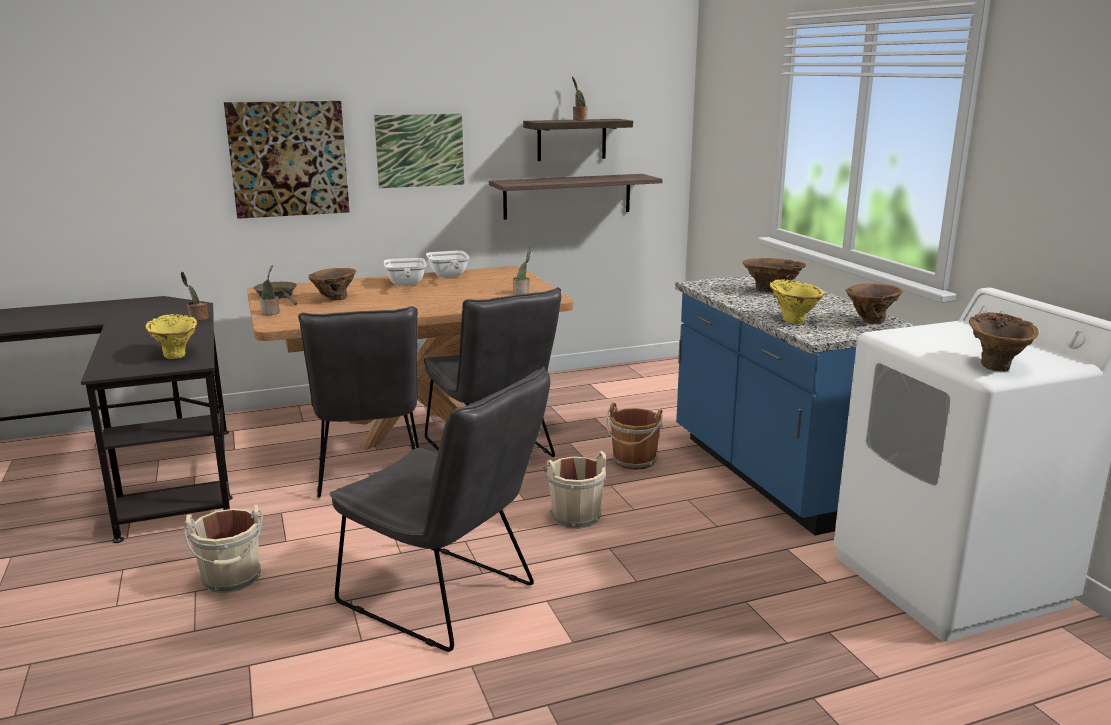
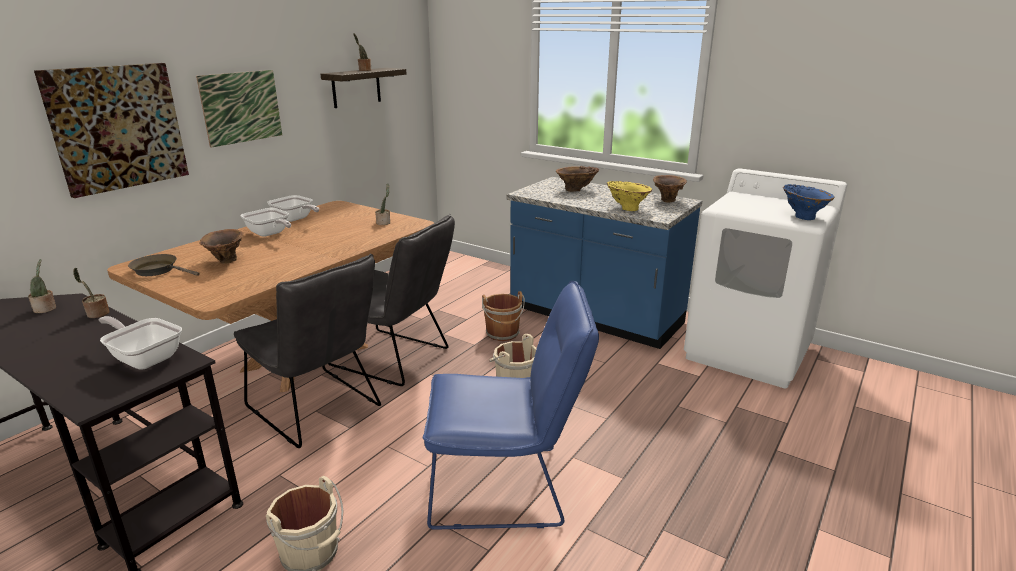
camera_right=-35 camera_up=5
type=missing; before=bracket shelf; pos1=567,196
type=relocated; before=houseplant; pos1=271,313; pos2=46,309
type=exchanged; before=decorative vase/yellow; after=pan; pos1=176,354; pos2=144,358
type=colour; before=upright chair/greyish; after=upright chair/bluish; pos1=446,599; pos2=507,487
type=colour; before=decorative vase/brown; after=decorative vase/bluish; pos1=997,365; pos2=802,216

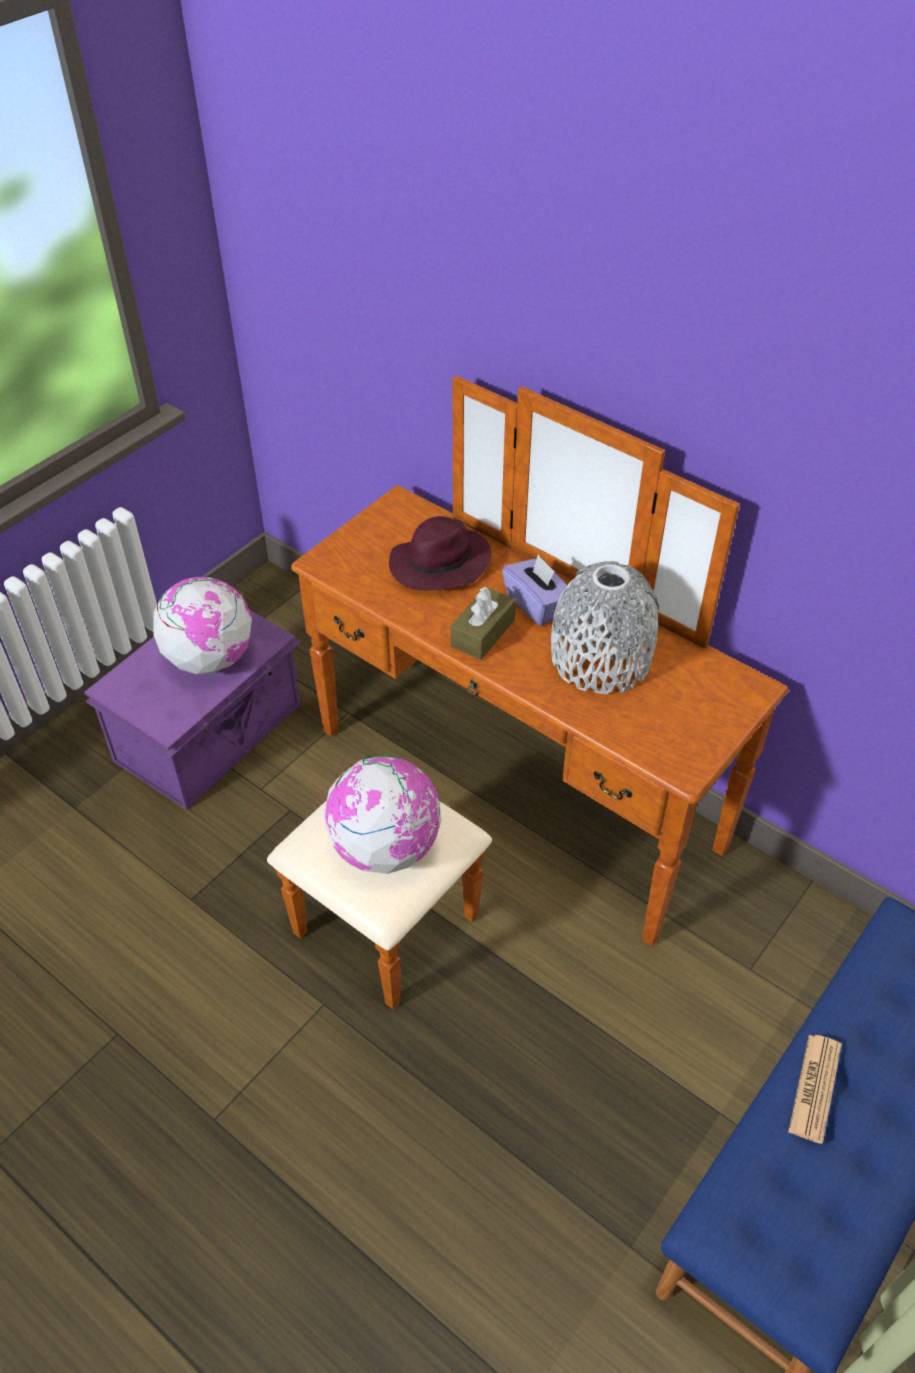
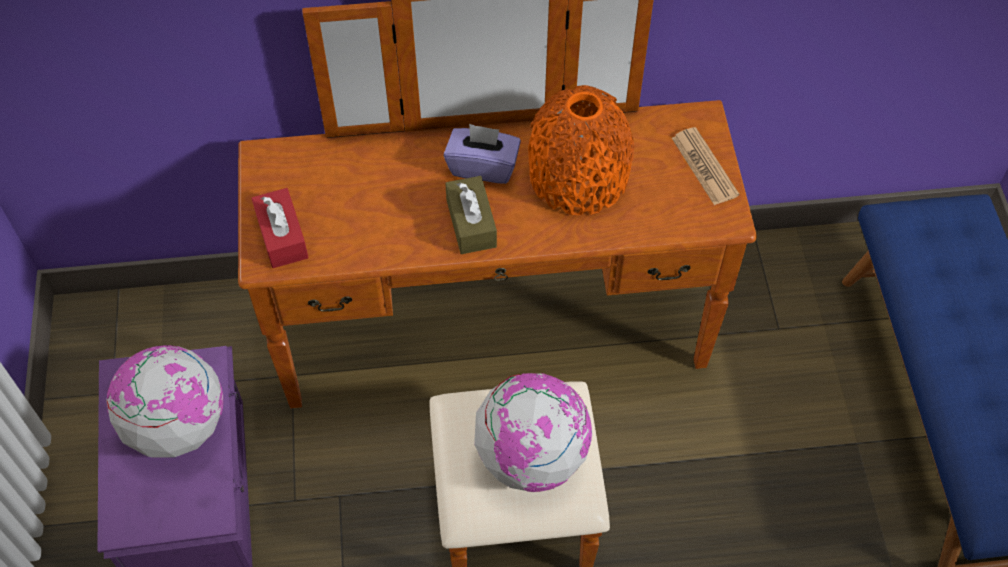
camera_right=-45 camera_up=10
type=missing; before=clothing hat/purplish; pos1=439,565
type=appeared; after=tissue box/reddish; pos2=282,236
type=relocated; before=newspaper; pos1=815,1088; pos2=704,167
type=colour; before=decorative vase/greyish; after=decorative vase/orangey; pos1=600,658; pos2=578,176

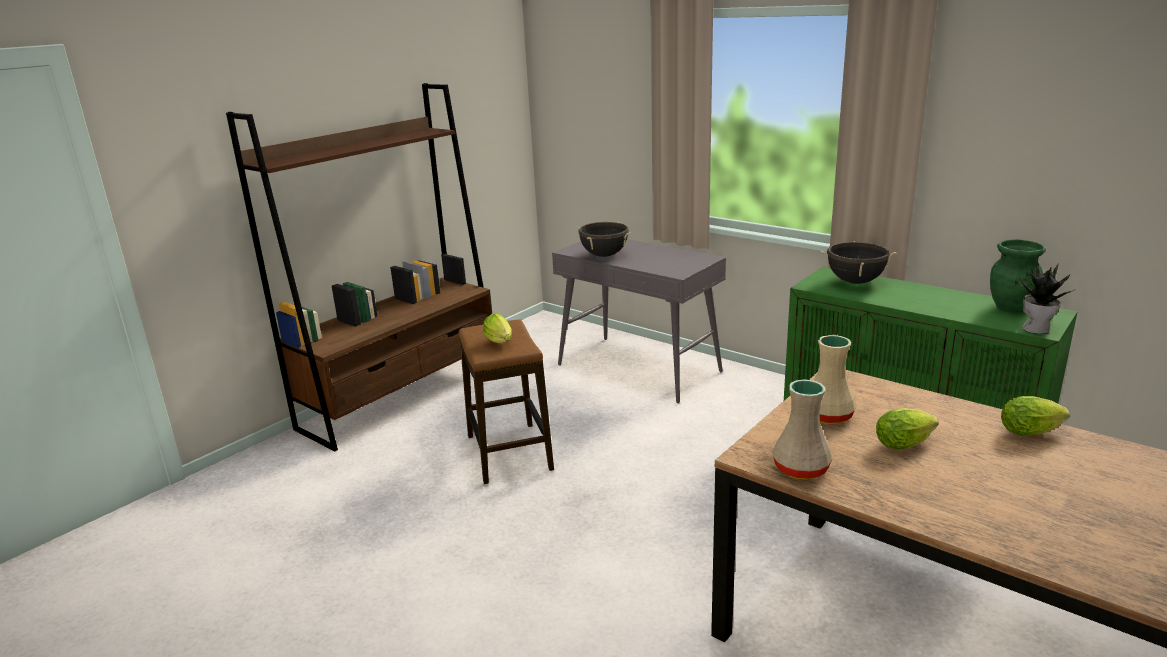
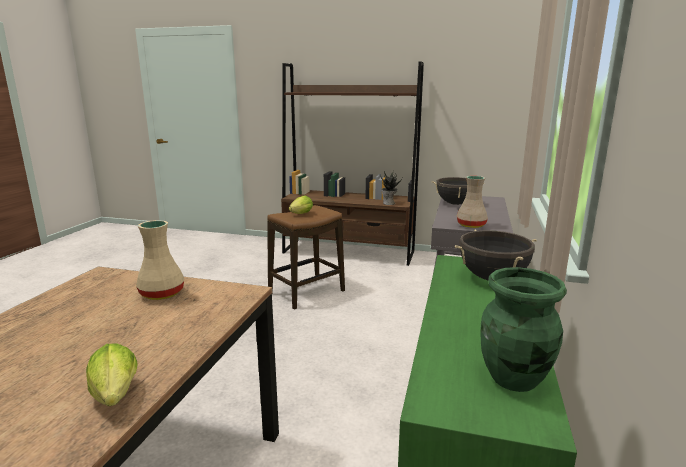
camera_right=65 camera_up=-5
type=missing; before=head of lettuce; pos1=906,444
type=relocated; before=decorative vase/sand-coloured; pos1=799,469; pos2=470,225
type=relocated; before=houseplant; pos1=1037,329; pos2=389,203

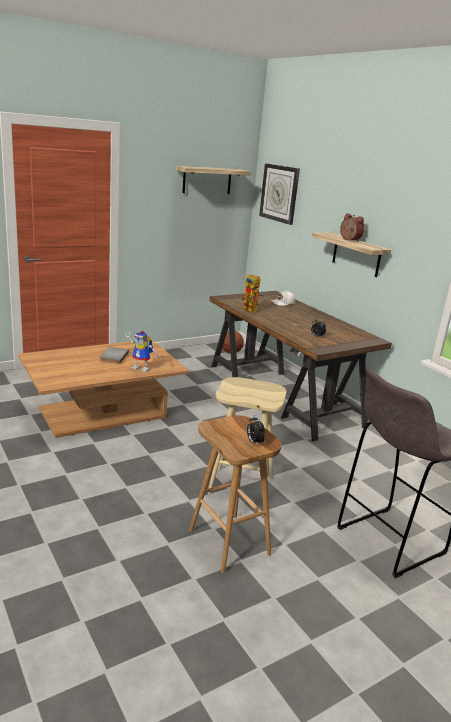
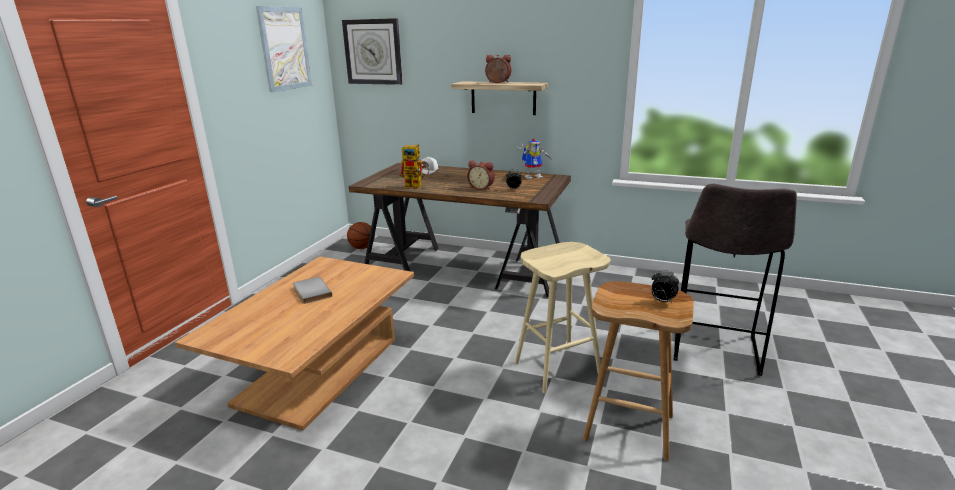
camera_right=-35 camera_up=0
type=appeared; after=bedside clock; pos2=482,188
type=relocated; before=toy robot; pos1=143,368; pos2=534,176
type=exchanged; before=bracket shelf; after=wall art; pos1=207,180; pos2=285,48

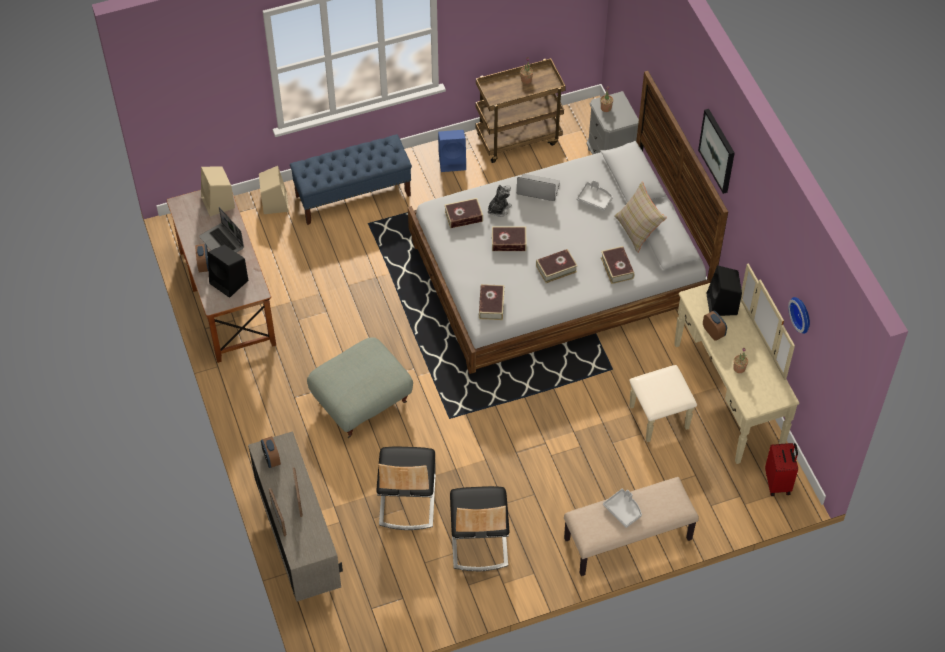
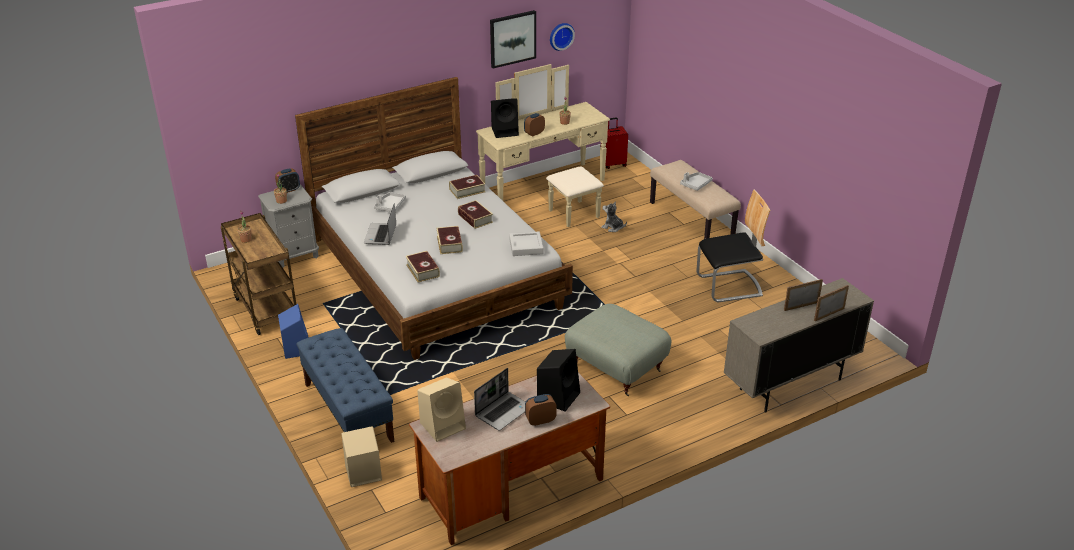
camera_right=-100 camera_up=-20
type=missing; before=upright chair; pos1=407,500
type=missing; before=cushion/sand-coloured; pos1=638,230
type=relocated; before=bedside clock; pos1=271,459; pos2=289,190
type=relocated; before=cuddly toy; pos1=498,209; pos2=612,227
type=relocated; before=wall art; pos1=718,150; pos2=512,38
type=exchanged; before=bound book; after=tray/greyish; pos1=491,305; pos2=526,246

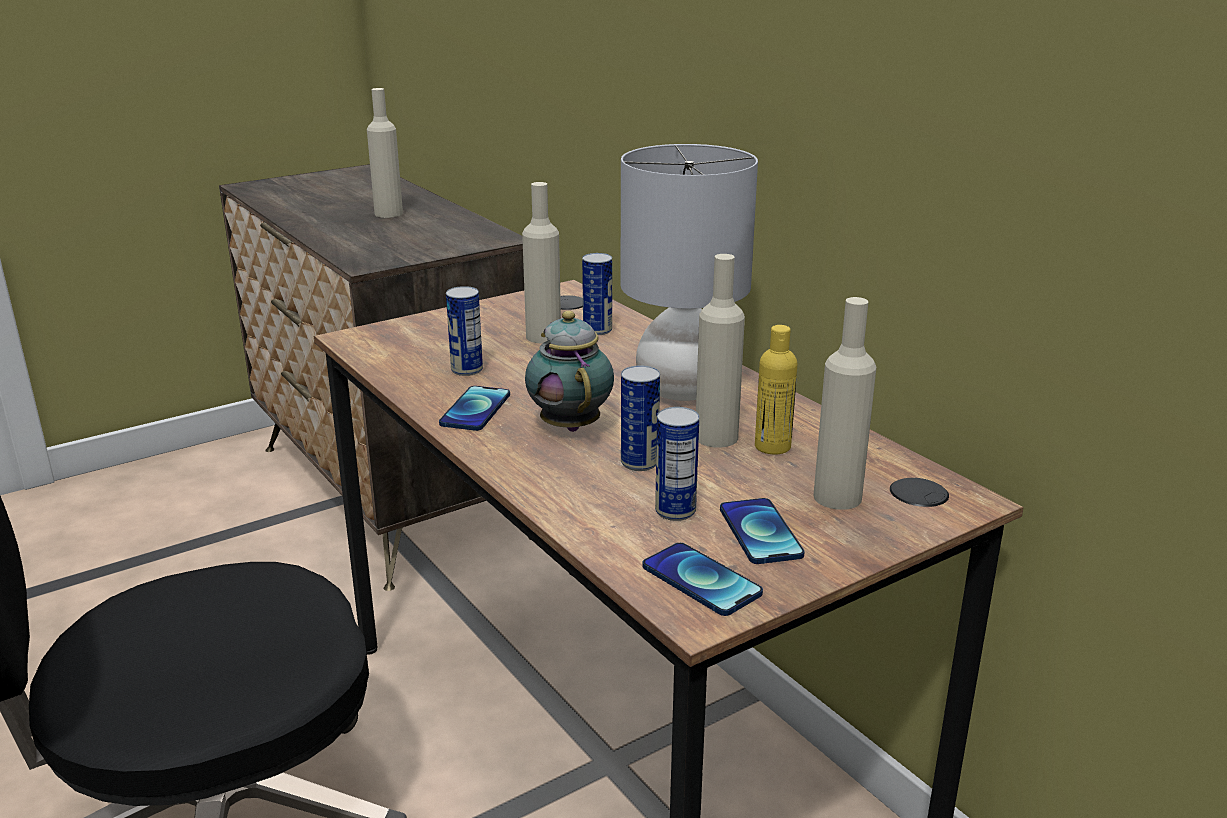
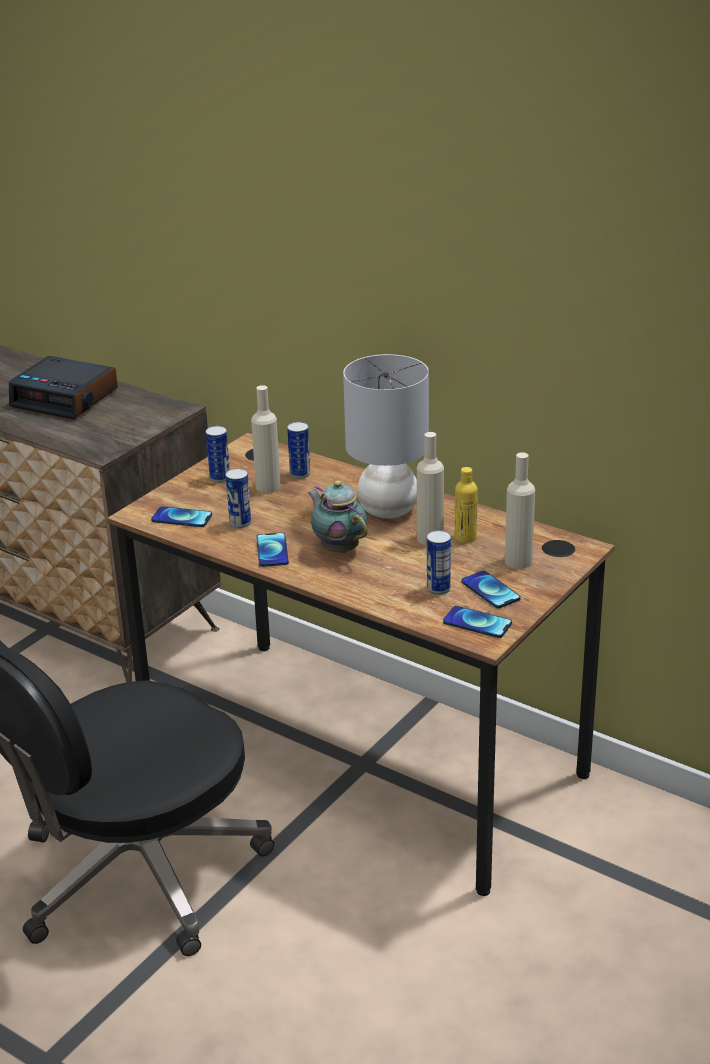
camera_right=-20 camera_up=5
type=appeared; after=handset; pos2=182,518
type=relocated; before=can; pos1=639,463; pos2=220,478
type=exchanged; before=beverage bottle/sand-coloured; after=bedside clock; pos1=388,213; pos2=66,398

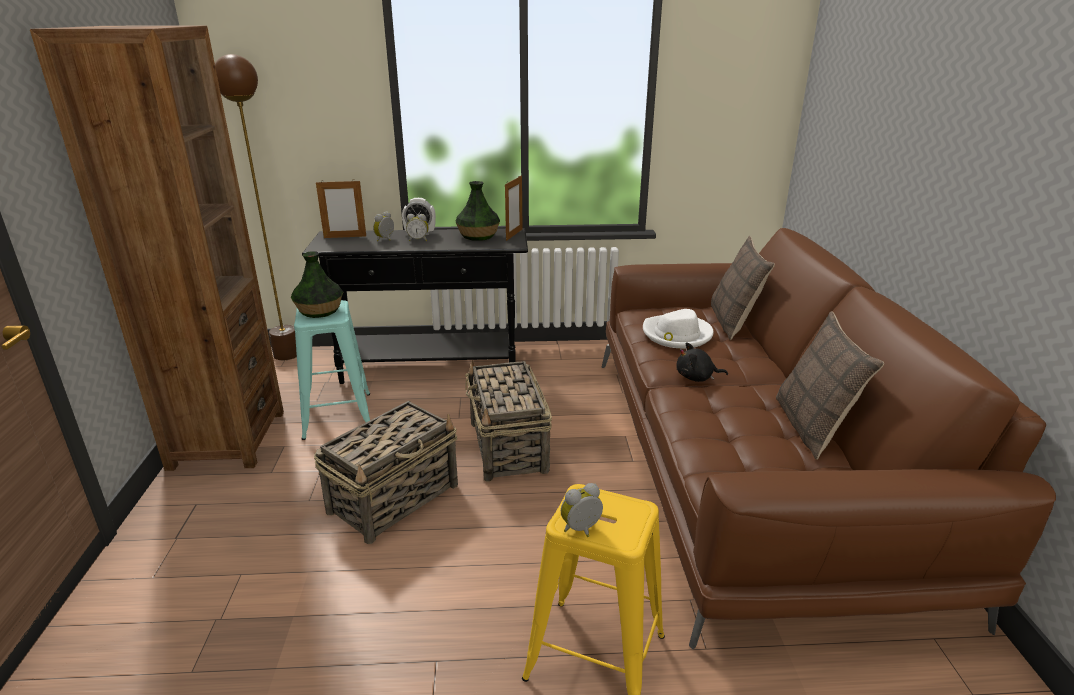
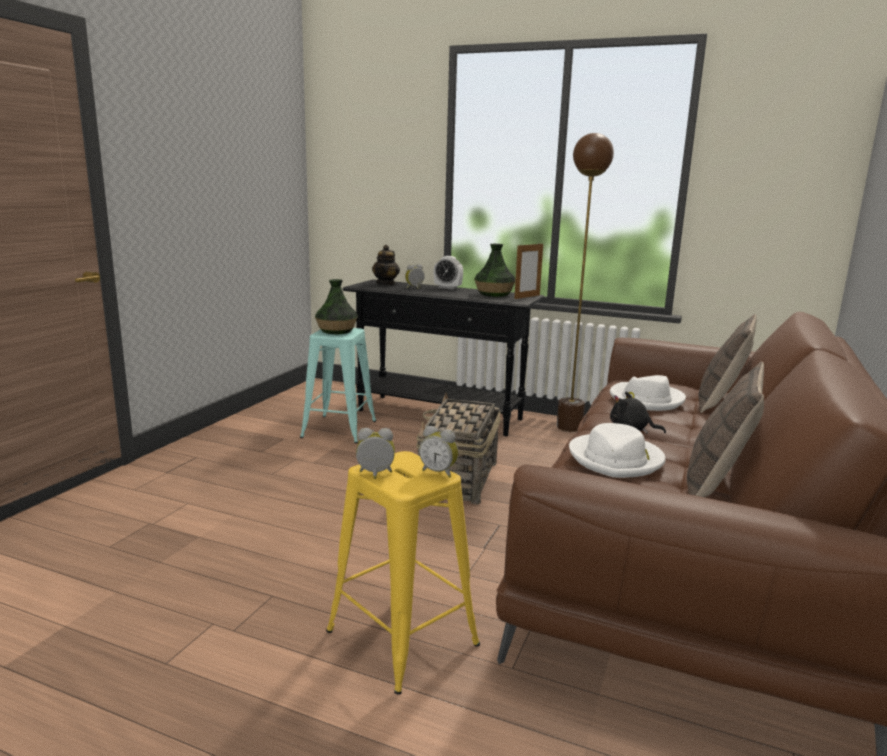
camera_right=25 camera_up=-10
type=missing; before=bookcase/brown; pos1=227,439
type=missing; before=basket; pos1=395,498
type=appeared; after=clothing hat/white; pos2=616,459
type=relocated; before=floor lamp/brown; pos1=287,354; pos2=569,427
type=relocated; before=bedside clock; pos1=418,240; pos2=439,472
type=exchanged; before=standing frame; after=teapot; pos1=345,237; pos2=386,283

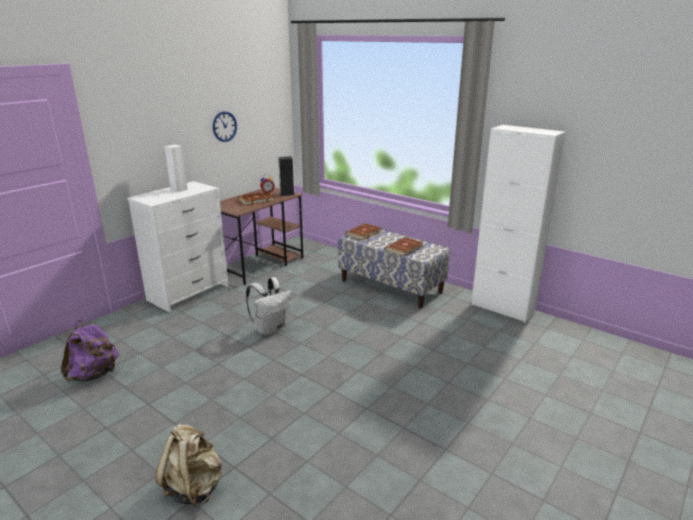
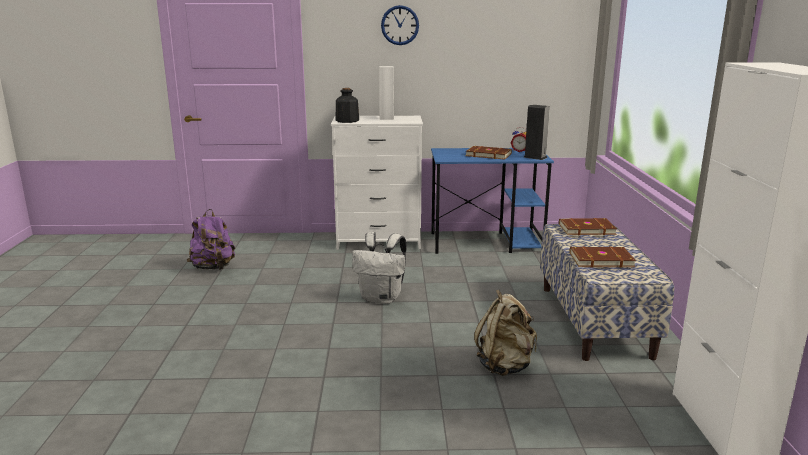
camera_right=50 camera_up=-5
type=appeared; after=beverage bottle; pos2=347,121
type=relocated; before=rucksack/sand-coloured; pos1=194,487; pos2=505,366
type=relocated; before=clock on the wall; pos1=224,126; pos2=400,25
type=colour; before=desk/brown; after=desk/bluish; pos1=260,265; pos2=486,242

